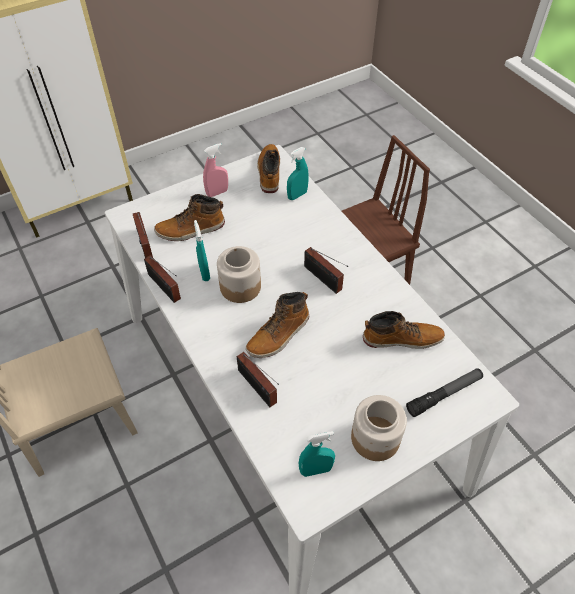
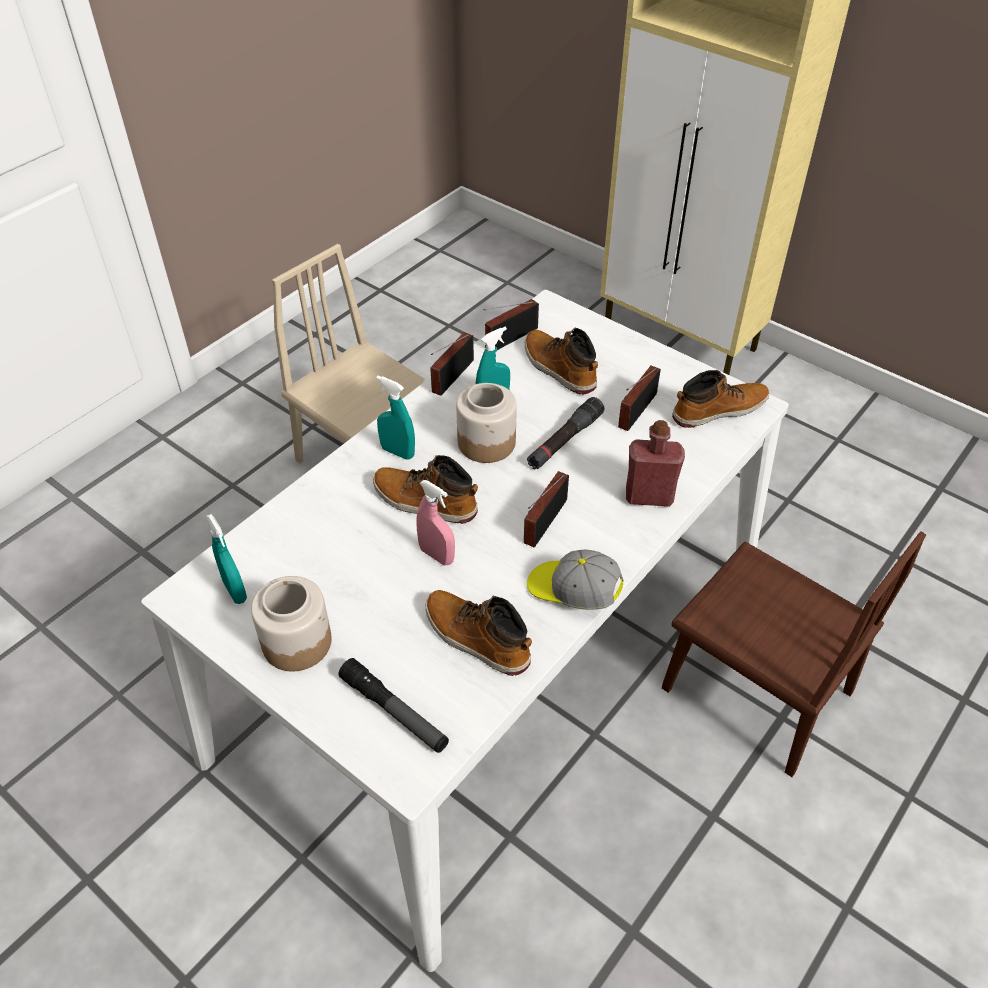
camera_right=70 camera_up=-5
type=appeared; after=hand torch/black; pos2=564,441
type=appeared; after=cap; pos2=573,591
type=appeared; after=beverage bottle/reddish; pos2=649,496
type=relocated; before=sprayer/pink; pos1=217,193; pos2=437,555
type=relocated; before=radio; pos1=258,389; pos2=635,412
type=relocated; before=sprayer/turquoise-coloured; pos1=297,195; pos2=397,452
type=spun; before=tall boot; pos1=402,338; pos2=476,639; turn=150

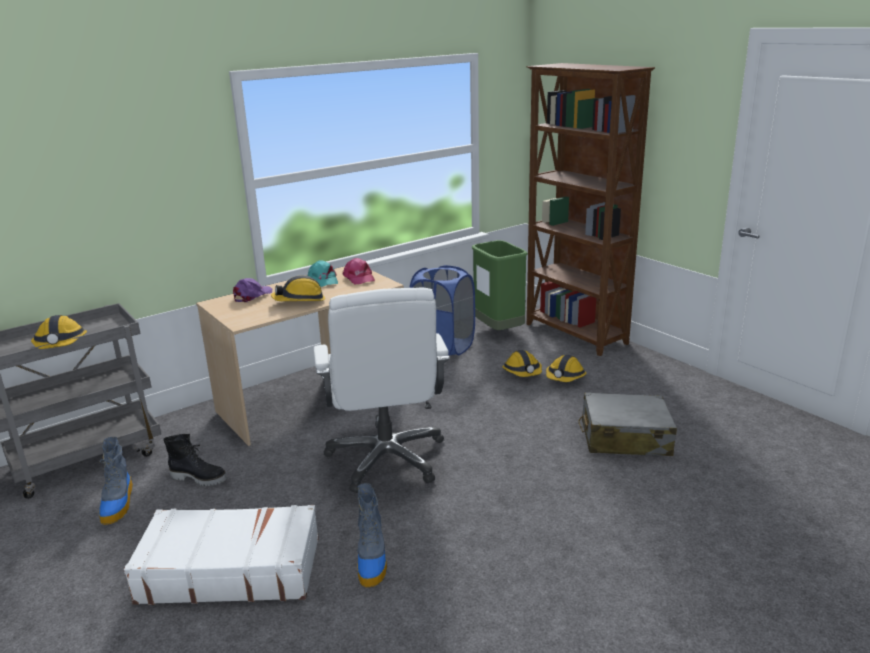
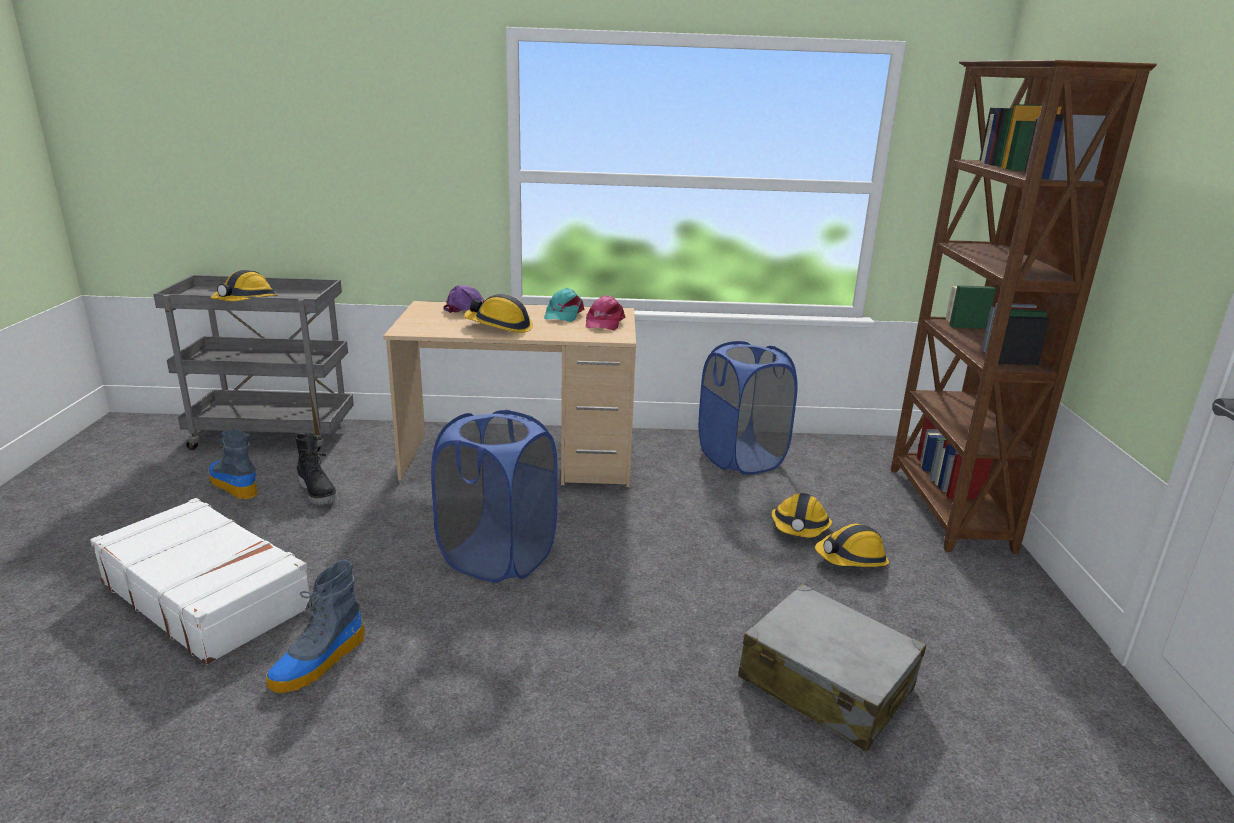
camera_right=35 camera_up=0
type=missing; before=trash can/green; pos1=498,331
type=exchanged; before=desk chair/white; after=laundry basket/bluish; pos1=387,458; pos2=497,557
type=spun; before=tall boot; pos1=118,503; pos2=232,485; turn=105

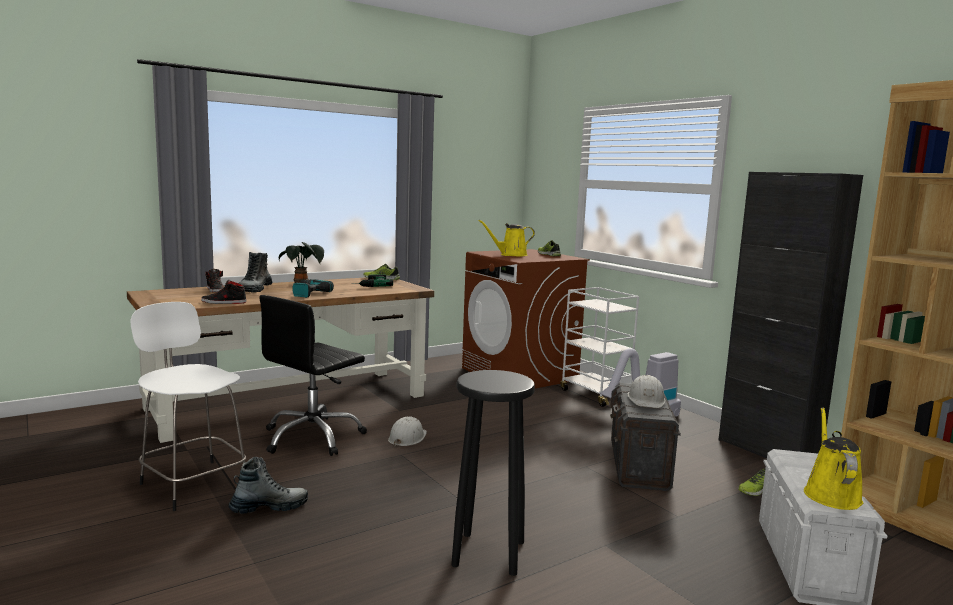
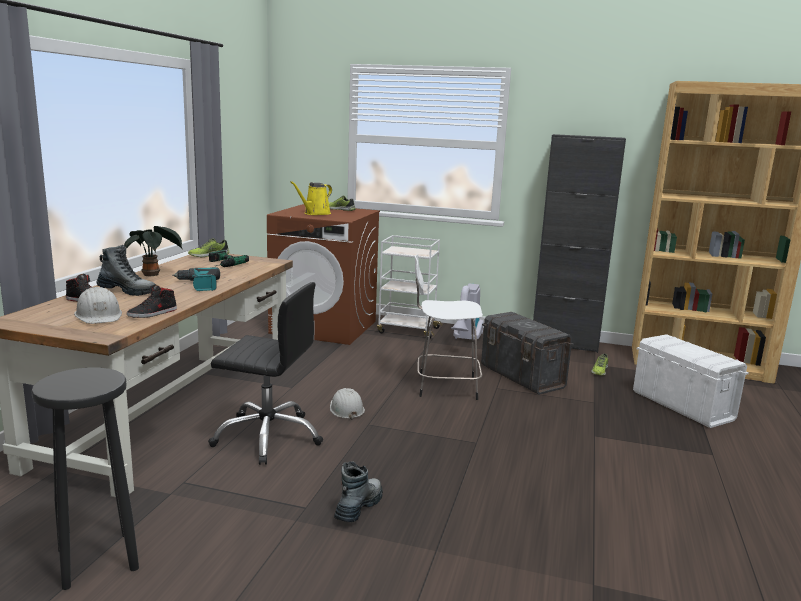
camera_right=-40 camera_up=5
type=missing; before=sprinkling can/yellow; pos1=830,494
type=relocated; before=stool seat/white; pos1=193,483; pos2=444,386
type=relocated; before=stool seat/black; pos1=488,554; pos2=98,560
type=relocated; before=hard hat/white; pos1=646,400; pos2=99,315
type=spun; before=tall boot; pos1=255,289; pos2=127,291; turn=-45
type=spun; before=desk chair/black; pos1=313,437; pos2=268,436; turn=-75

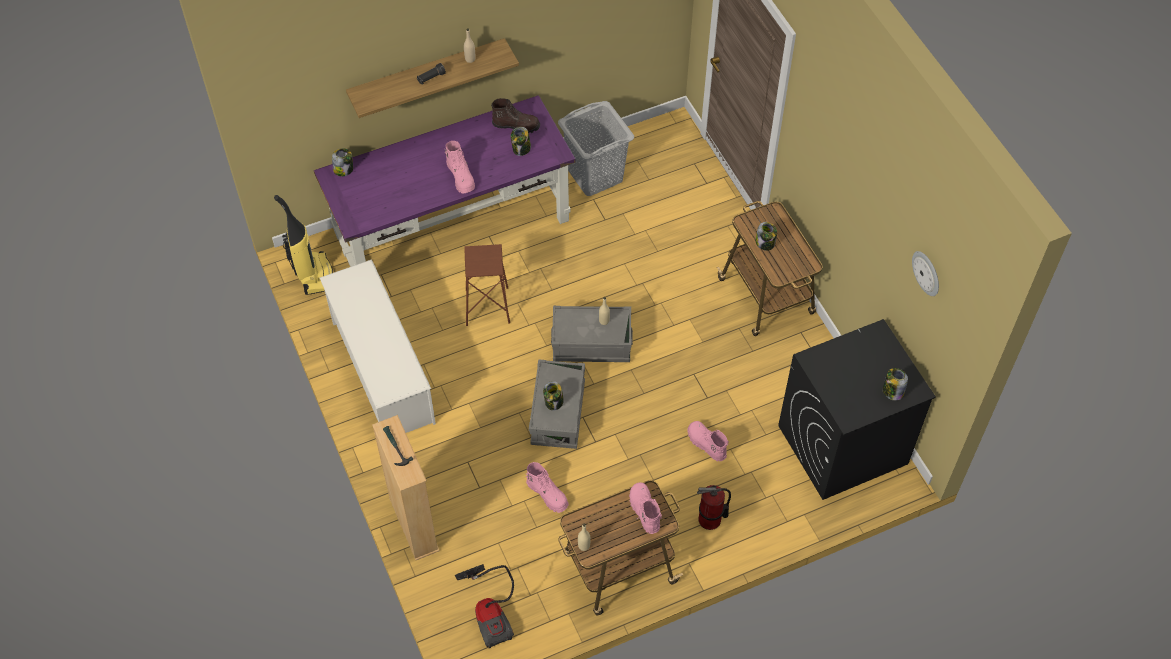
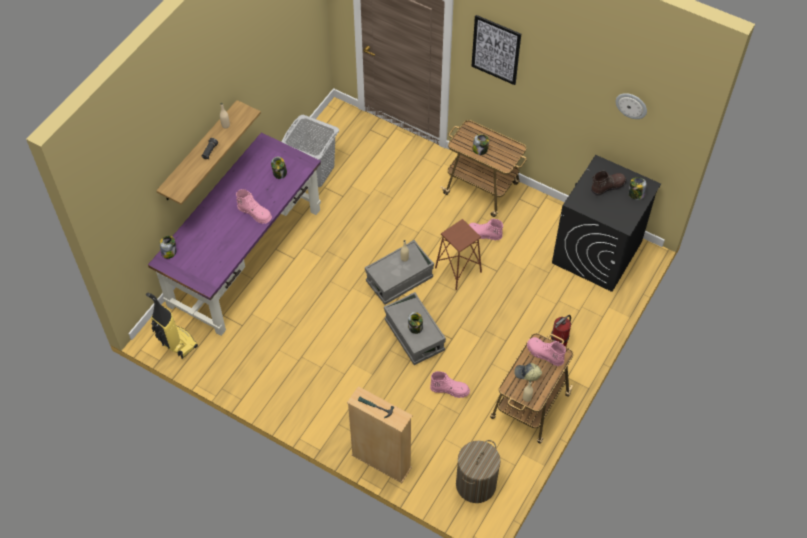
camera_right=-35 camera_up=0
type=missing; before=shoe rack/white; pos1=382,371
type=appeared; after=wall art; pos2=496,49
type=appeared; after=cap; pos2=527,374
type=relocated; before=stool seat/brown; pos1=487,306; pos2=458,270
type=relocated; before=tall boot/brown; pos1=516,125; pos2=607,187
type=relocated; before=tall boot/pink; pos1=706,444; pos2=484,234
type=exchanged; before=hoover; after=laundry basket; pos1=491,613; pos2=476,484

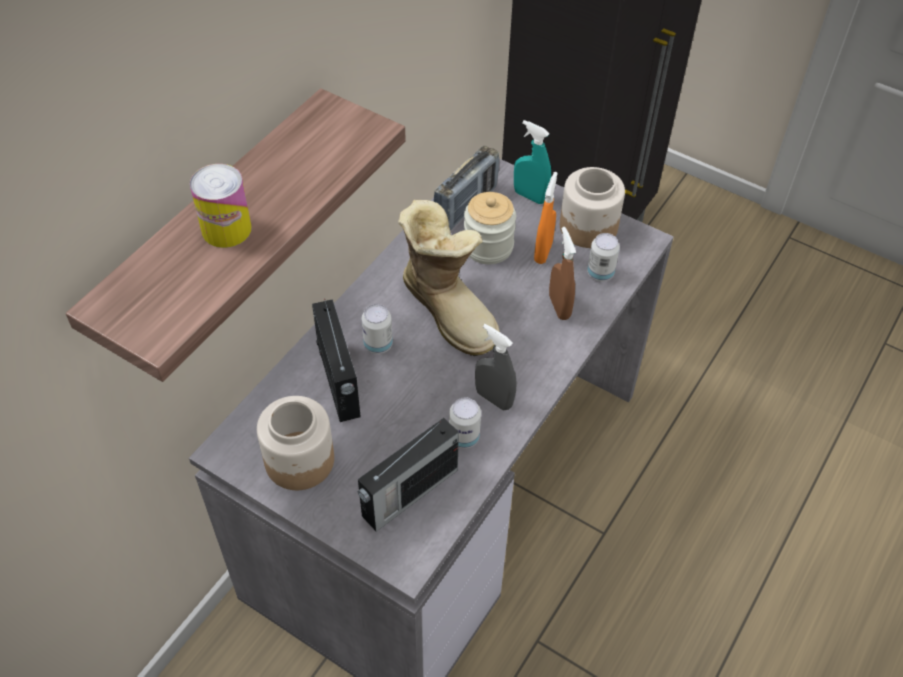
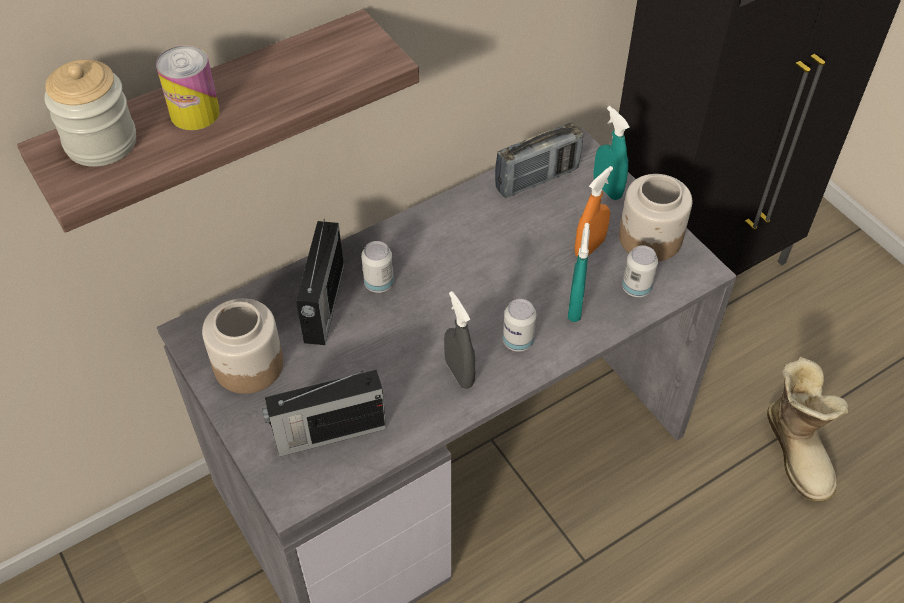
camera_right=25 camera_up=0
type=relocated; before=tall boot; pos1=450,309; pos2=799,450
type=relocated; before=can; pos1=464,438; pos2=518,341
type=relocated; before=preserve jar; pos1=488,247; pos2=101,142
type=colour; before=sprayer/brown; after=sprayer/turquoise-coloured; pos1=559,307; pos2=575,307

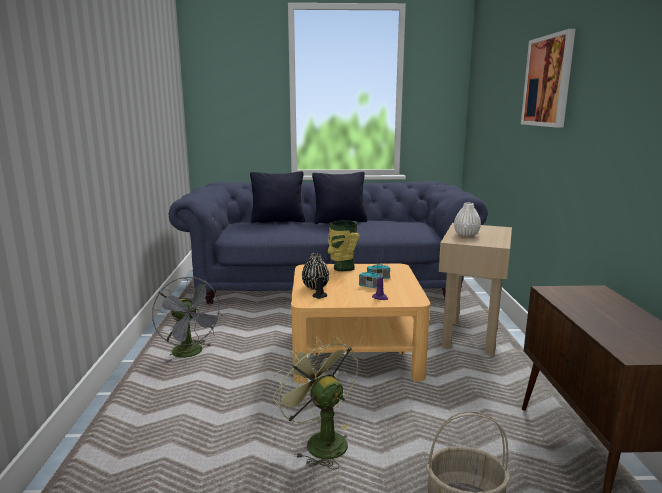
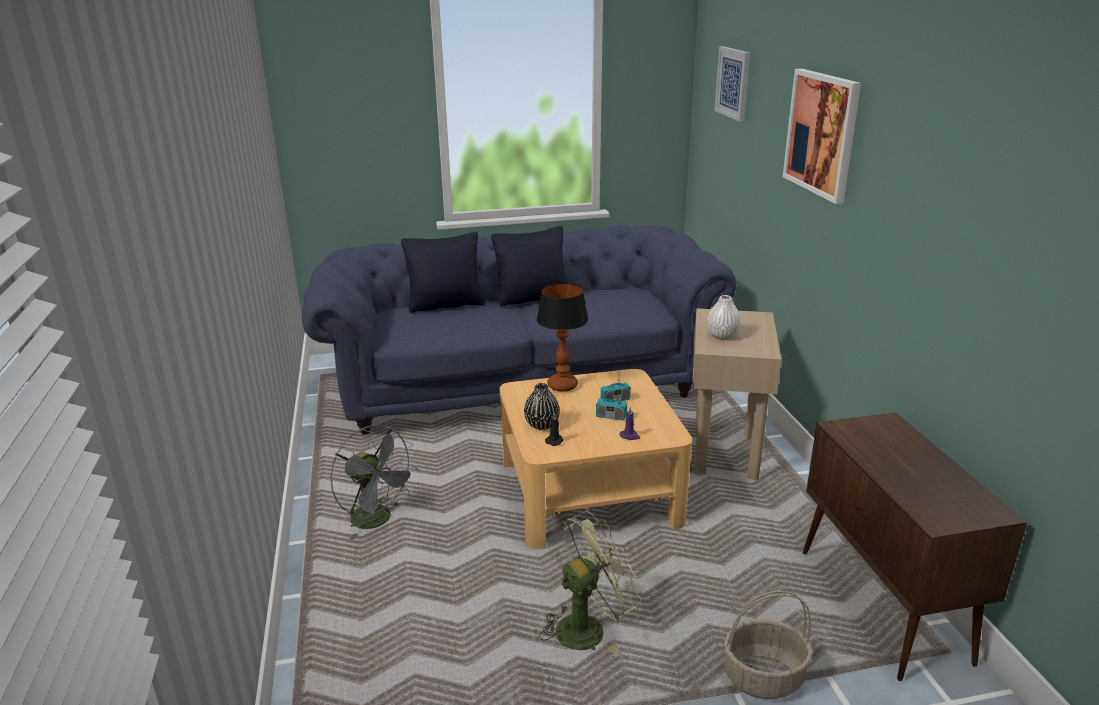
camera_right=-10 camera_up=10
type=appeared; after=wall art; pos2=733,83
type=exchanged; before=decorative vase; after=tabletop lamp; pos1=342,268; pos2=563,385
type=spun; before=electric fan/green; pos1=320,441; pos2=588,627; turn=105

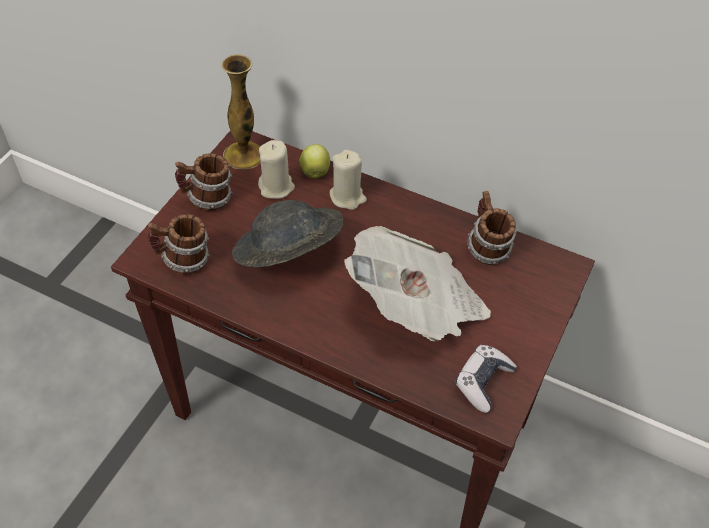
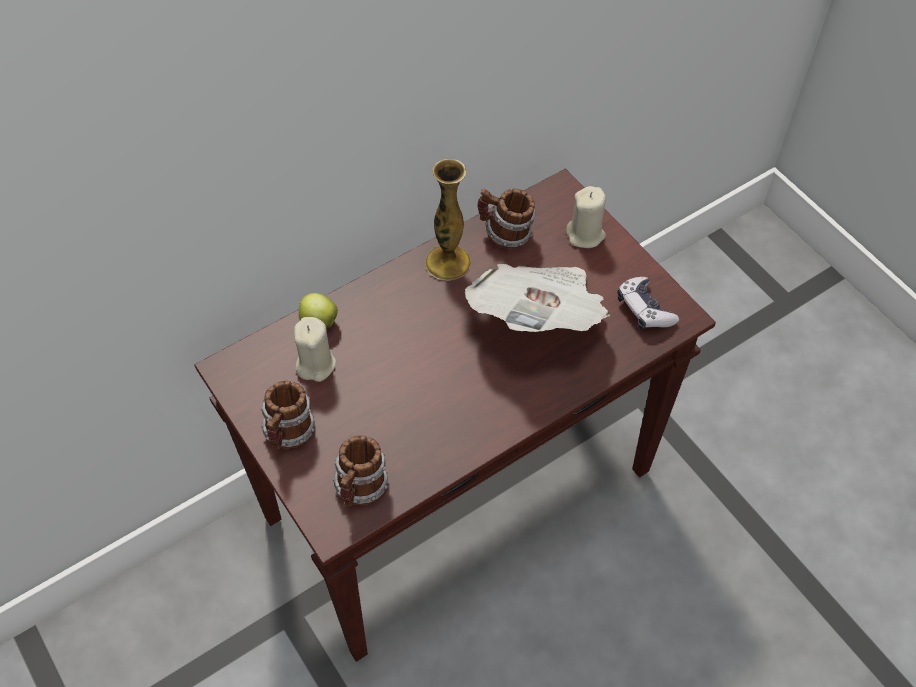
camera_right=-60 camera_up=5
type=missing; before=clothing hat/greyish; pos1=288,254
type=relocated; before=decorative vase; pos1=243,155; pos2=448,262
type=relocated; before=wax candle/sand-coloured; pos1=347,197; pos2=585,234

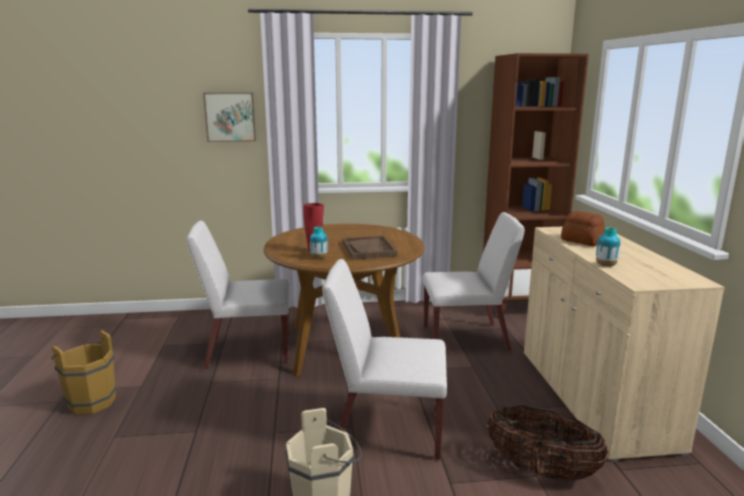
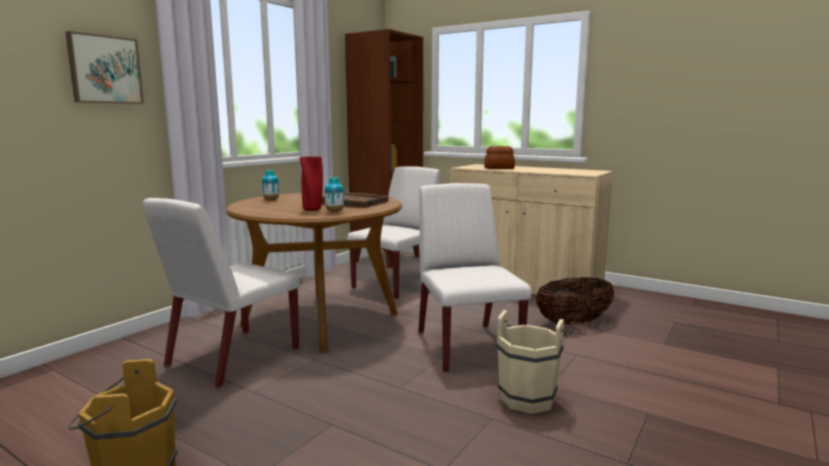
camera_right=-50 camera_up=-5
type=relocated; before=decorative vase; pos1=605,265; pos2=271,200
type=spun; before=upright chair/white; pos1=386,430; pos2=467,346; turn=120

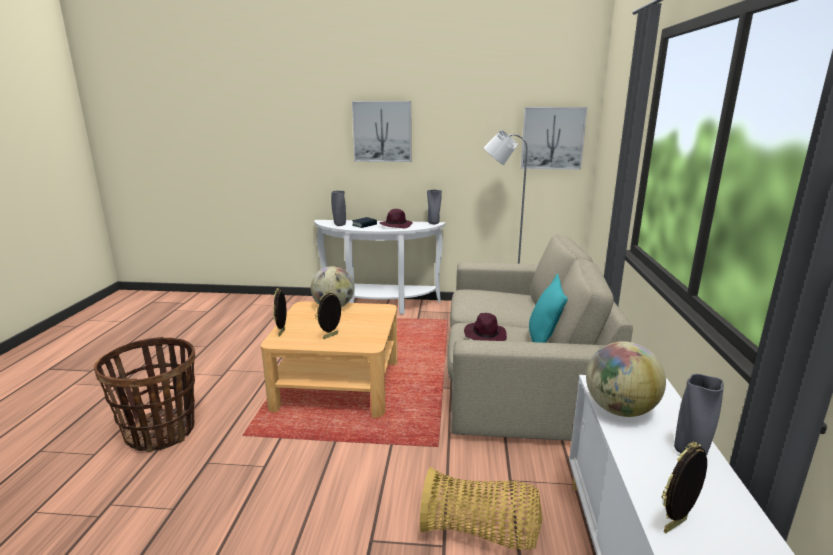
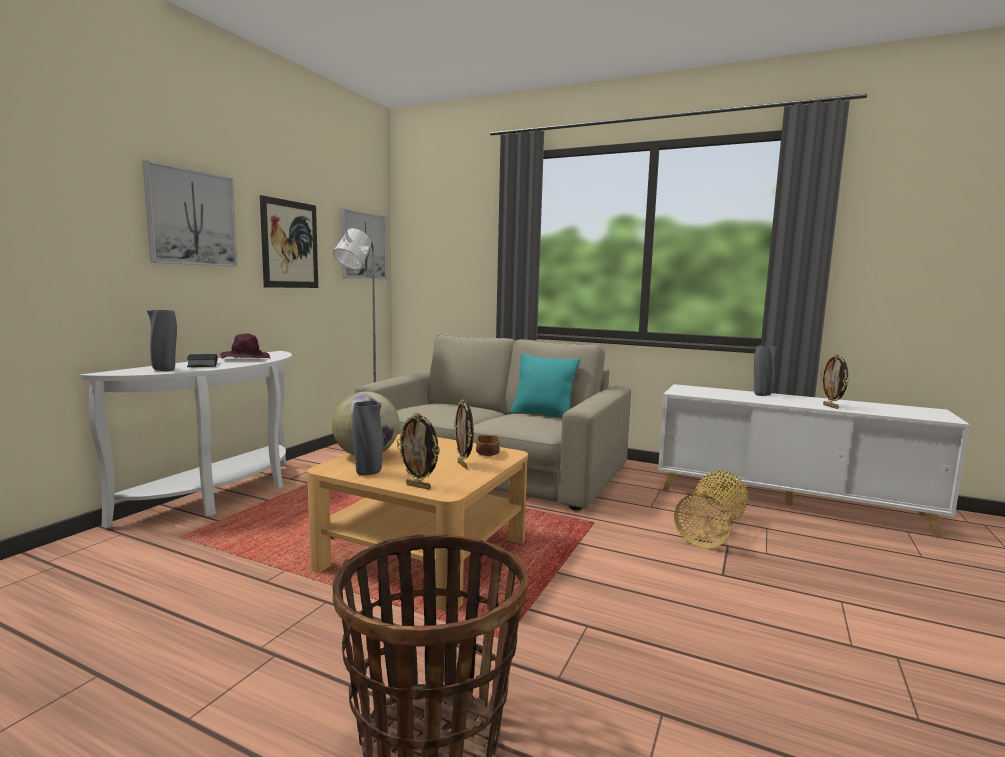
camera_right=-70 camera_up=-10
type=missing; before=clothing hat/purplish; pos1=485,336
type=missing; before=world globe; pos1=619,410
type=appeared; after=wall art; pos2=290,244
type=appeared; after=deep dish/brown; pos2=487,453
type=relocated; before=decorative vase/greyish; pos1=433,223; pos2=368,473

